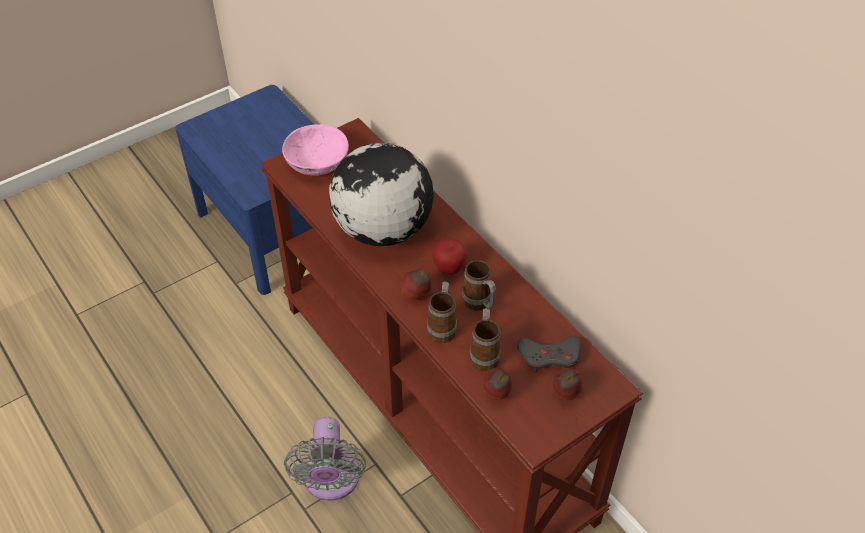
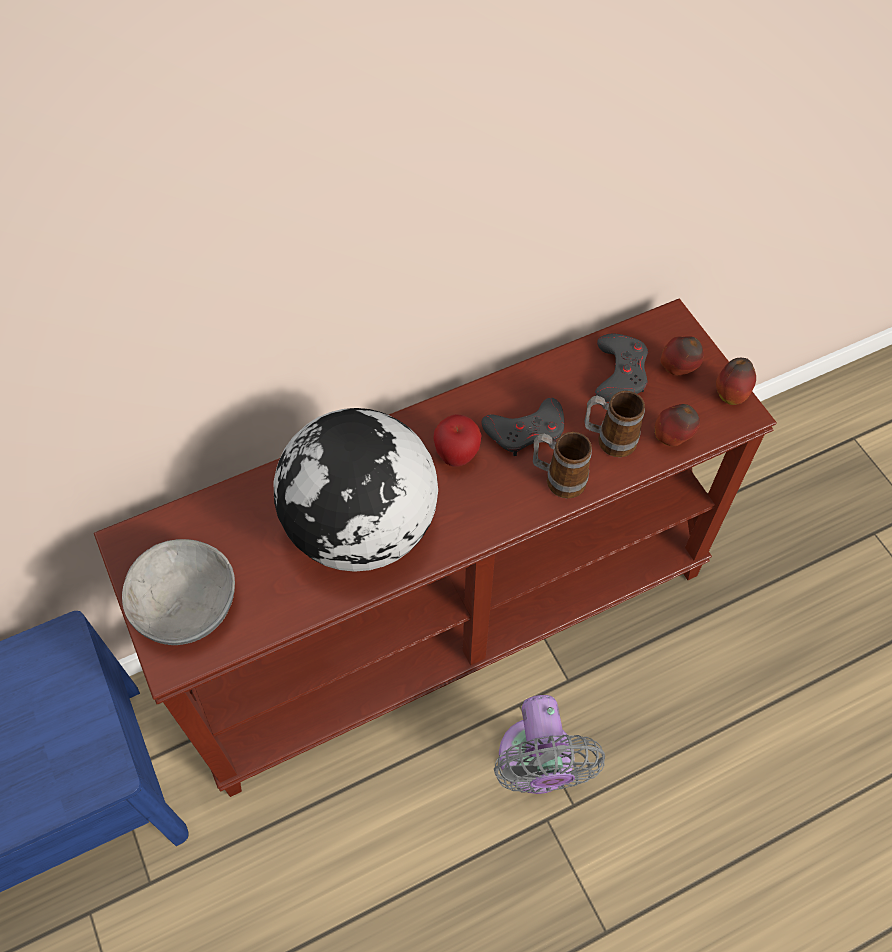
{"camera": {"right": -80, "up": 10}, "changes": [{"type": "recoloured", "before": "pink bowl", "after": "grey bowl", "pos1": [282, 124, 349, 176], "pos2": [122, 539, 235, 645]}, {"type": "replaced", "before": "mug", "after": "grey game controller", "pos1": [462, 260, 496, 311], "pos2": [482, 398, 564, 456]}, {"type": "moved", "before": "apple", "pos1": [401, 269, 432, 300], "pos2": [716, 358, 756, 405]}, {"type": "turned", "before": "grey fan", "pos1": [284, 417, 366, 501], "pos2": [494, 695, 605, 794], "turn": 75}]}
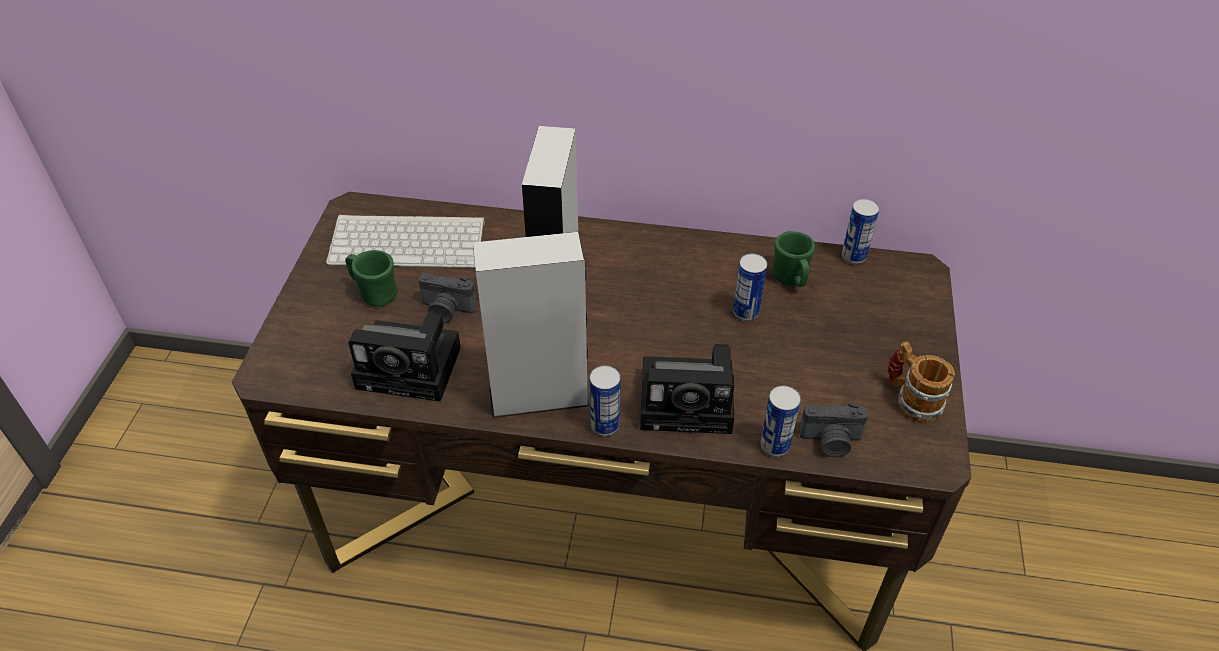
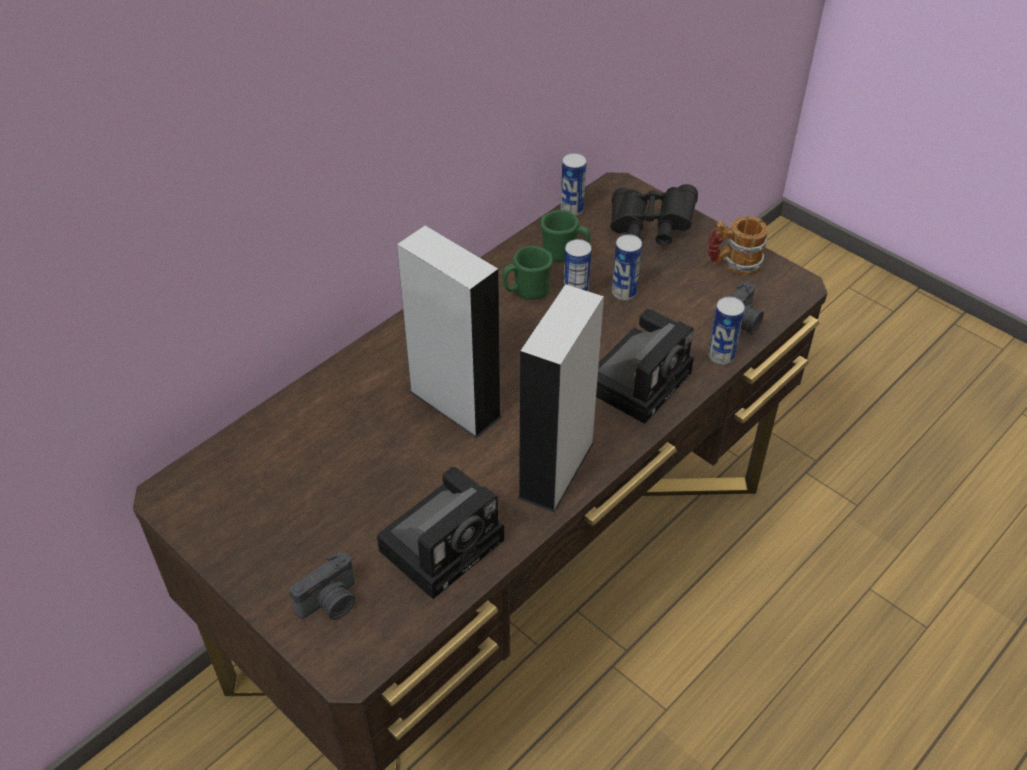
{"camera": {"right": -55, "up": 0}, "changes": [{"type": "removed", "before": "keyboard", "pos1": [326, 215, 485, 268]}, {"type": "moved", "before": "green mug", "pos1": [345, 250, 398, 307], "pos2": [502, 246, 553, 300]}, {"type": "moved", "before": "photo camera", "pos1": [419, 273, 477, 323], "pos2": [289, 552, 355, 620]}, {"type": "moved", "before": "can", "pos1": [590, 365, 620, 437], "pos2": [612, 234, 642, 301]}, {"type": "added", "after": "black binoculars", "pos2": [610, 184, 698, 246]}]}
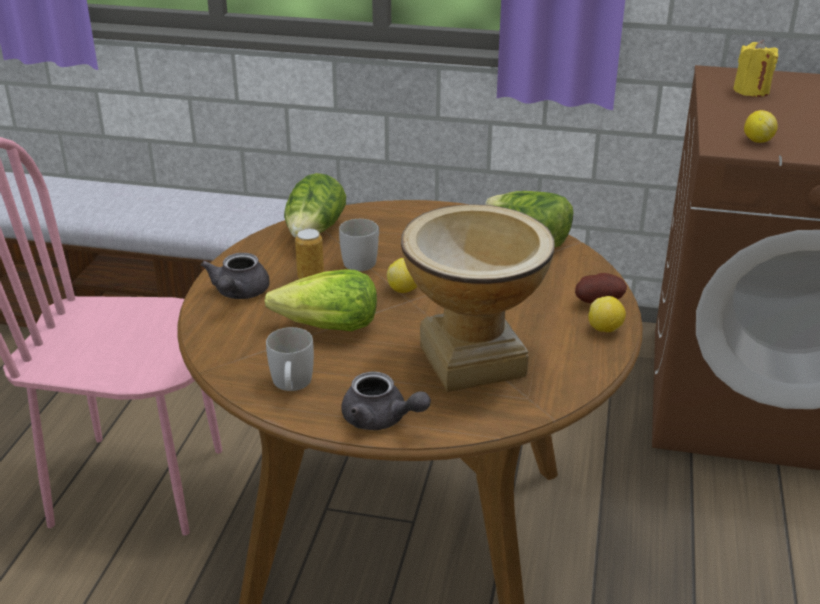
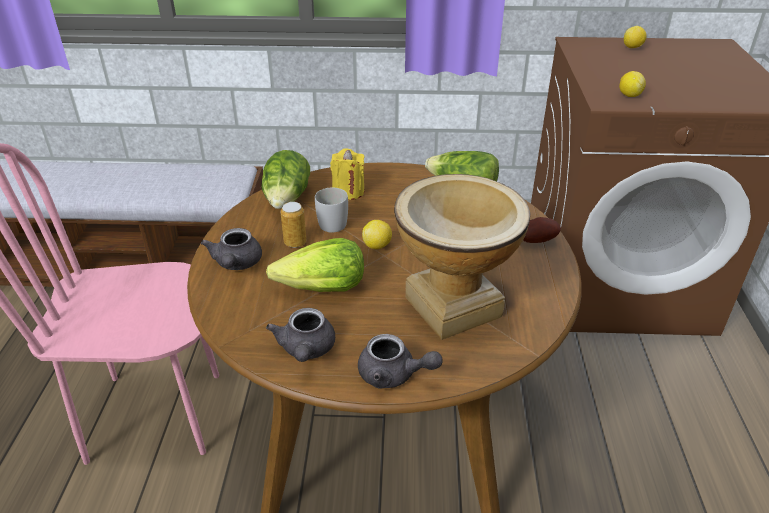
{"camera": {"right": -10, "up": 5}, "changes": [{"type": "moved", "before": "yellow candle", "pos1": [733, 40, 778, 97], "pos2": [330, 148, 364, 200]}, {"type": "moved", "before": "lemon", "pos1": [588, 296, 626, 333], "pos2": [624, 26, 647, 48]}, {"type": "replaced", "before": "white mug", "after": "grey teapot", "pos1": [266, 327, 314, 391], "pos2": [266, 308, 335, 362]}]}
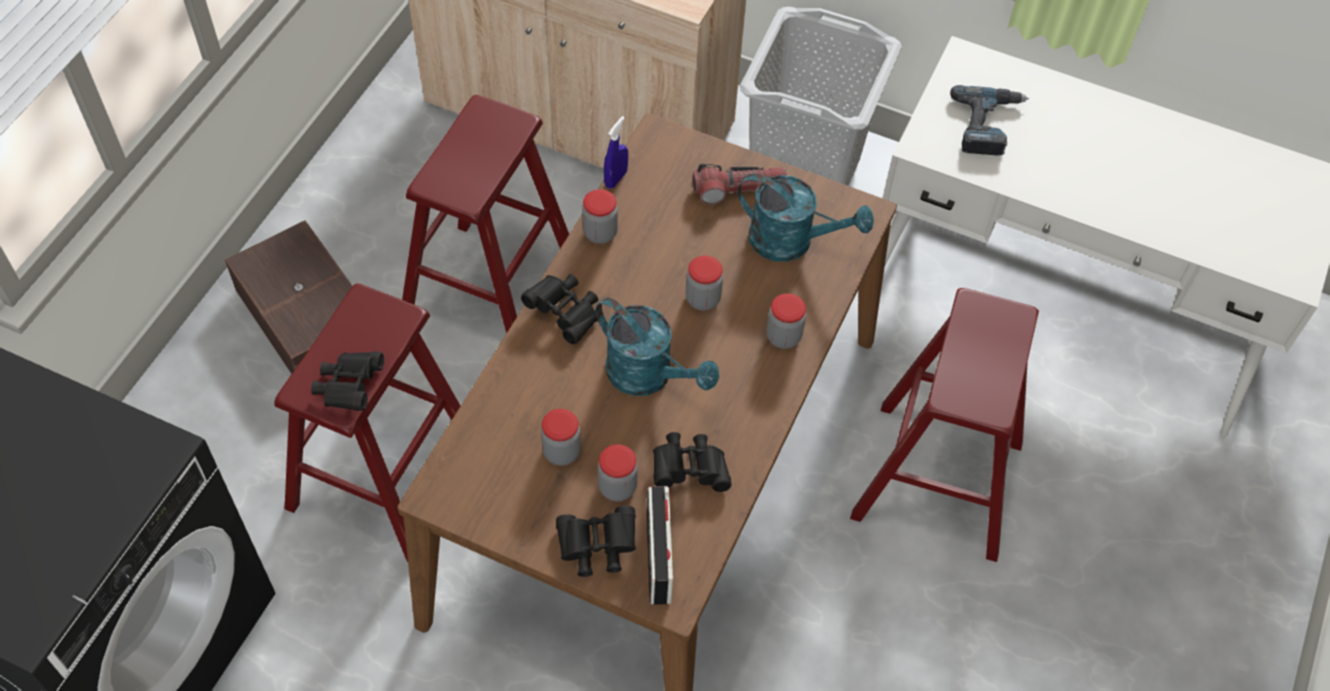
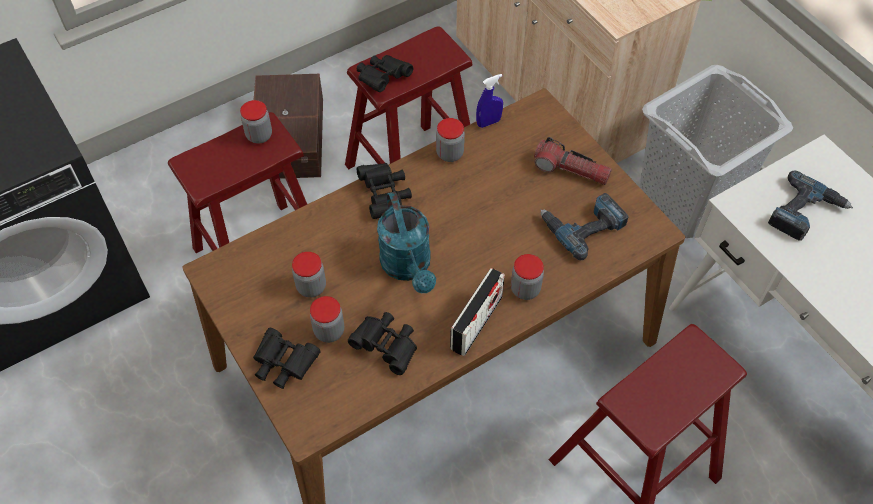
{"camera": {"right": 35, "up": 0}, "changes": [{"type": "replaced", "before": "turquoise watering can", "after": "power drill", "pos1": [737, 174, 874, 262], "pos2": [540, 193, 629, 260]}, {"type": "moved", "before": "jar", "pos1": [686, 256, 723, 311], "pos2": [240, 100, 272, 144]}, {"type": "moved", "before": "black binoculars", "pos1": [311, 351, 384, 411], "pos2": [357, 55, 413, 92]}, {"type": "moved", "before": "radio", "pos1": [646, 486, 673, 605], "pos2": [450, 268, 505, 356]}]}
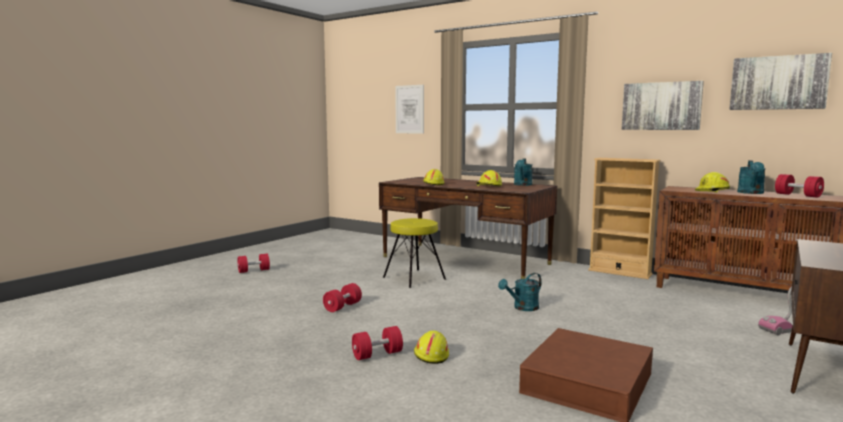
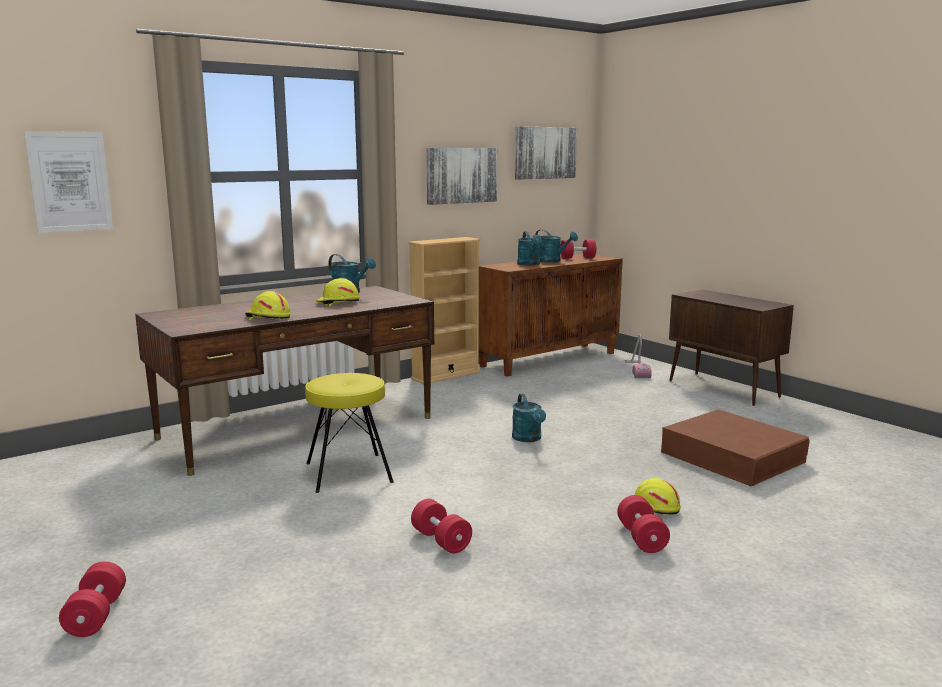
{"camera": {"right": -70, "up": 5}, "changes": [{"type": "replaced", "before": "yellow hard hat", "after": "turquoise watering can", "pos1": [695, 172, 730, 193], "pos2": [517, 231, 542, 266]}]}
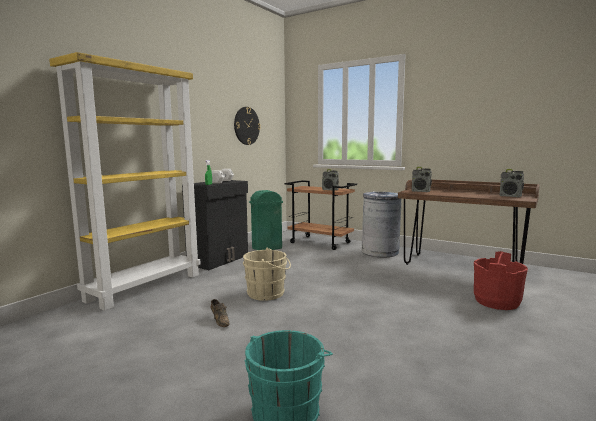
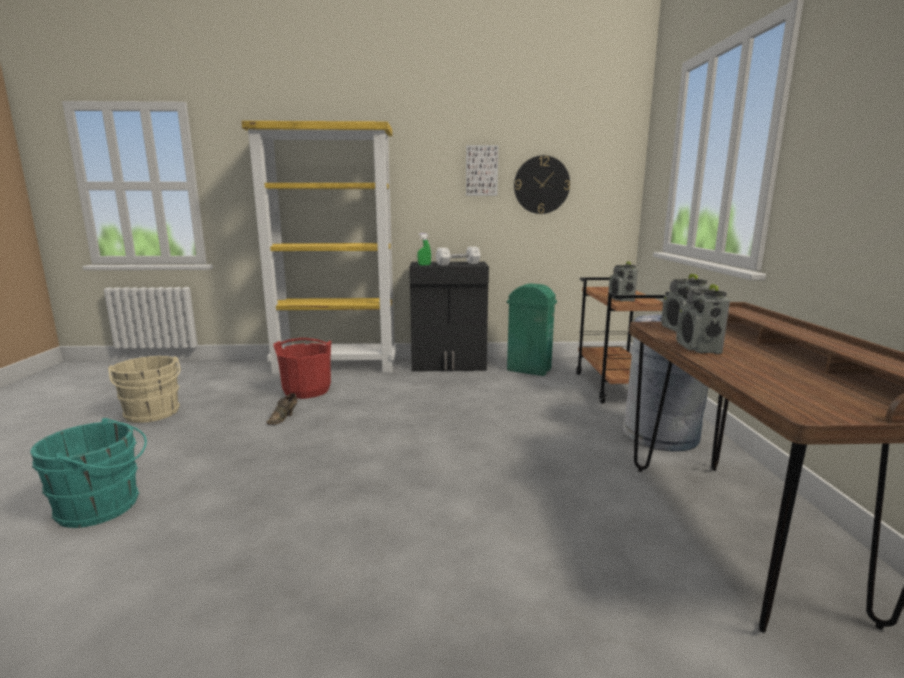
{"camera": {"right": 55, "up": 5}, "changes": [{"type": "moved", "before": "radio", "pos1": [500, 169, 524, 197], "pos2": [676, 284, 730, 354]}, {"type": "moved", "before": "beige bucket", "pos1": [243, 248, 291, 301], "pos2": [108, 356, 181, 423]}, {"type": "moved", "before": "red bucket", "pos1": [474, 251, 528, 310], "pos2": [273, 338, 331, 399]}, {"type": "added", "after": "picture", "pos2": [466, 145, 498, 196]}]}
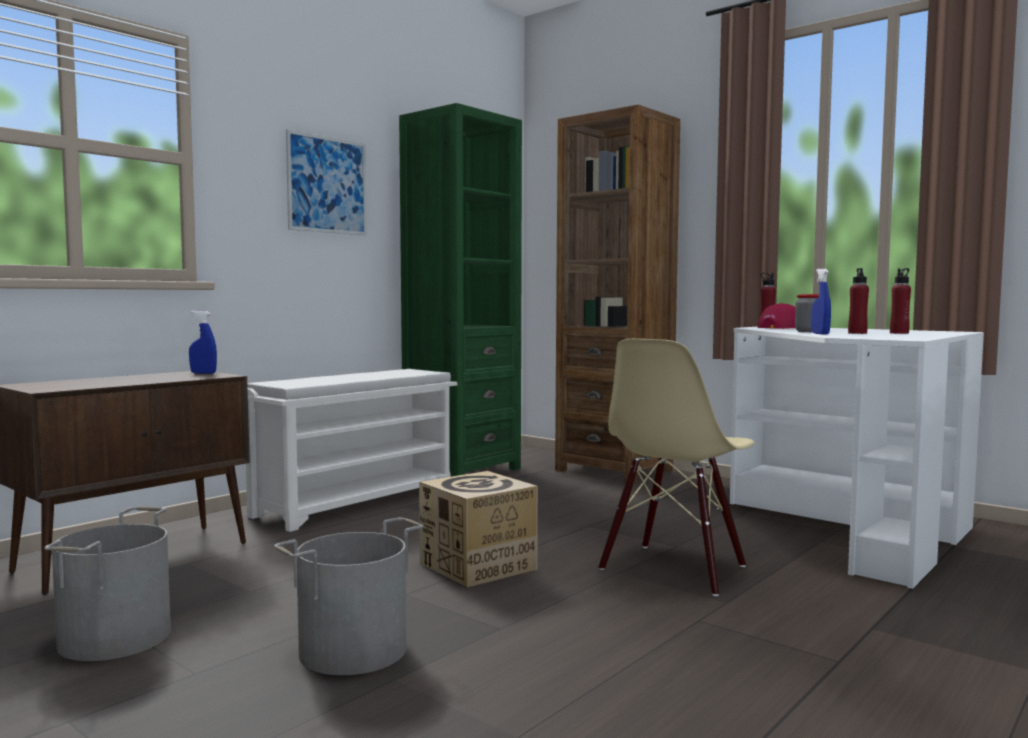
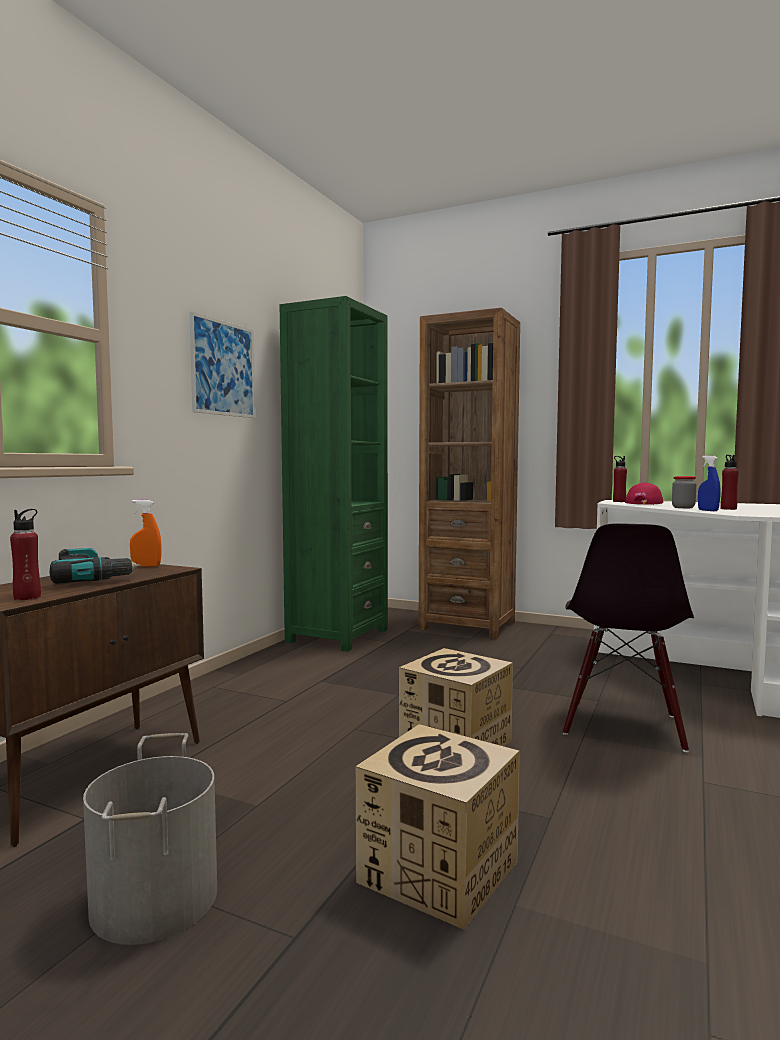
{"camera": {"right": -15, "up": 0}, "changes": [{"type": "moved", "before": "red bottle", "pos1": [890, 268, 911, 334], "pos2": [10, 509, 41, 600]}, {"type": "recoloured", "before": "blue spray bottle", "after": "orange spray bottle", "pos1": [189, 310, 217, 374], "pos2": [130, 500, 161, 567]}, {"type": "recoloured", "before": "beige chair", "after": "black chair", "pos1": [599, 339, 755, 596], "pos2": [563, 523, 694, 752]}, {"type": "removed", "before": "white shoe rack", "pos1": [246, 369, 457, 532]}, {"type": "replaced", "before": "grey bucket", "after": "cardboard box", "pos1": [274, 517, 424, 675], "pos2": [356, 724, 520, 930]}, {"type": "added", "after": "power drill", "pos2": [49, 548, 141, 584]}]}
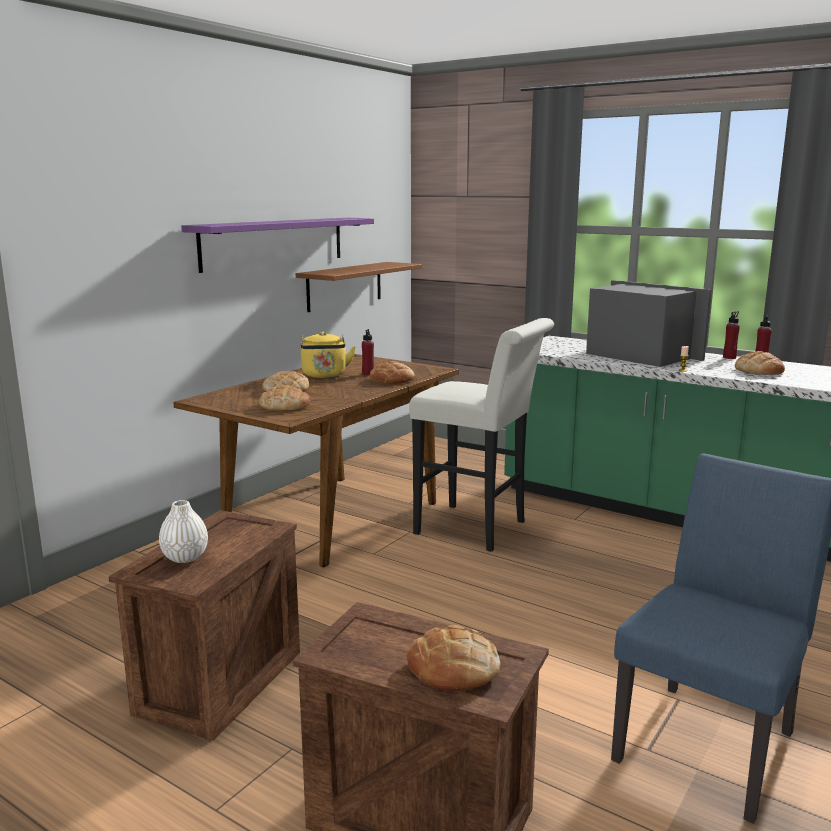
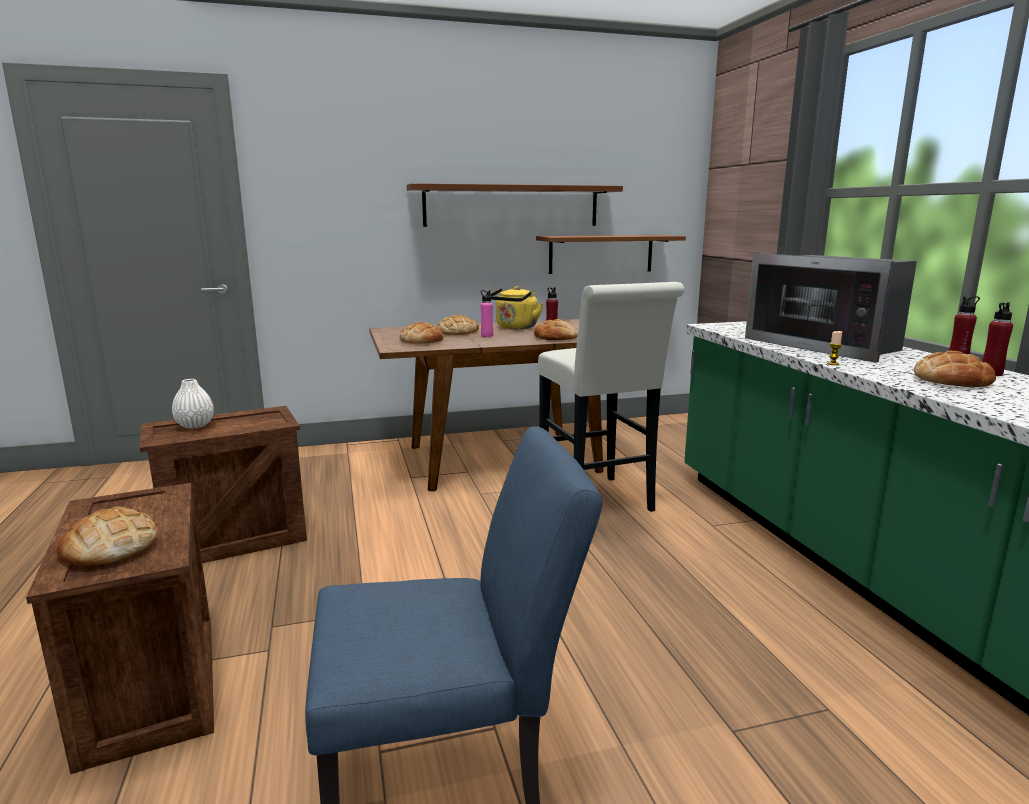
{"camera": {"right": 40, "up": 0}, "changes": [{"type": "recoloured", "before": "purple shelf", "after": "brown shelf", "pos1": [181, 218, 374, 273], "pos2": [407, 183, 623, 227]}, {"type": "turned", "before": "microwave", "pos1": [586, 280, 712, 367], "pos2": [745, 253, 917, 363], "turn": 150}, {"type": "added", "after": "pink bottle", "pos2": [481, 290, 493, 337]}]}
